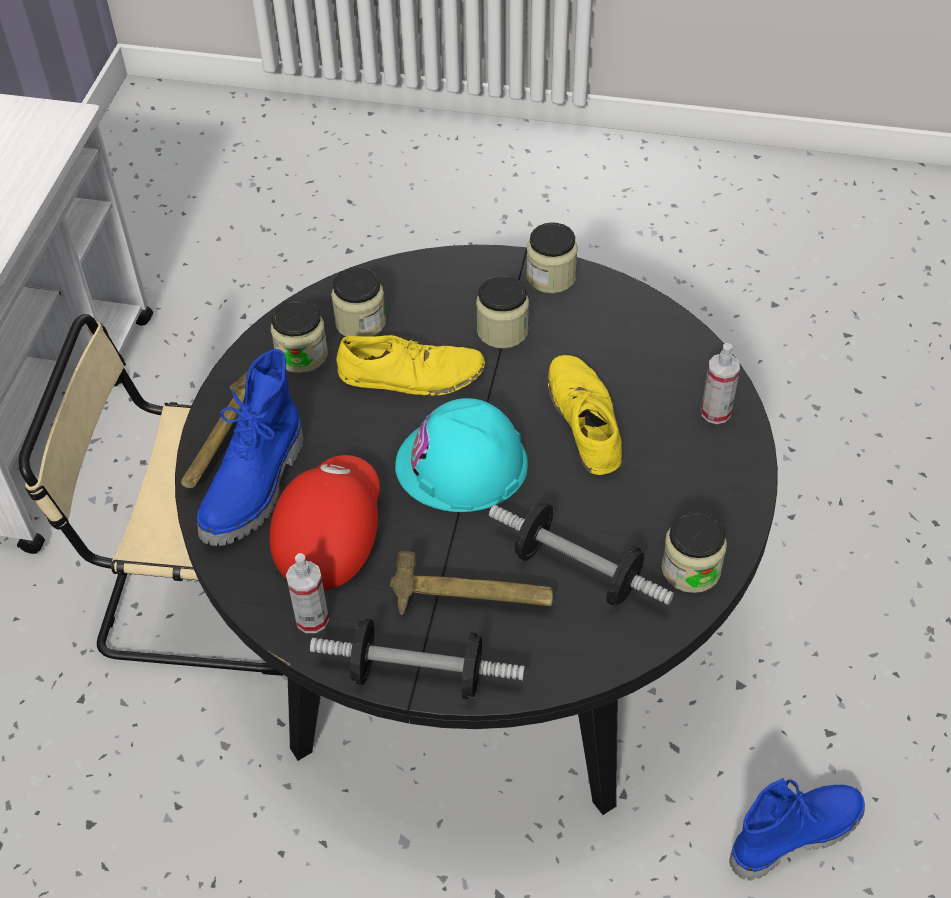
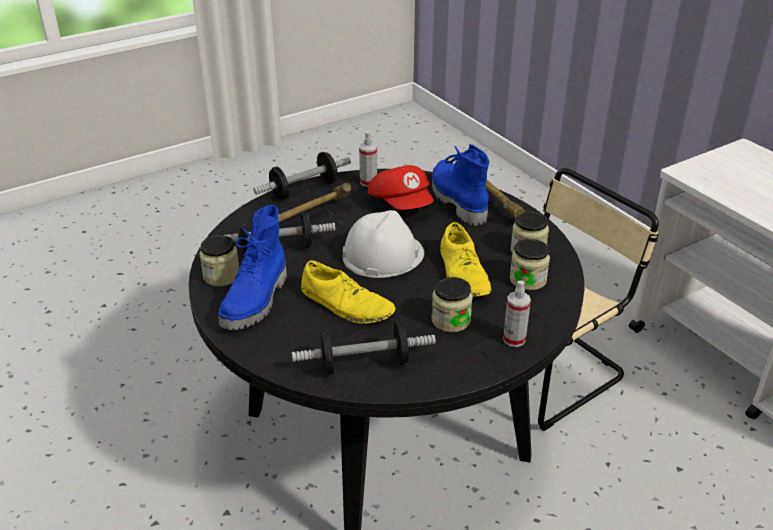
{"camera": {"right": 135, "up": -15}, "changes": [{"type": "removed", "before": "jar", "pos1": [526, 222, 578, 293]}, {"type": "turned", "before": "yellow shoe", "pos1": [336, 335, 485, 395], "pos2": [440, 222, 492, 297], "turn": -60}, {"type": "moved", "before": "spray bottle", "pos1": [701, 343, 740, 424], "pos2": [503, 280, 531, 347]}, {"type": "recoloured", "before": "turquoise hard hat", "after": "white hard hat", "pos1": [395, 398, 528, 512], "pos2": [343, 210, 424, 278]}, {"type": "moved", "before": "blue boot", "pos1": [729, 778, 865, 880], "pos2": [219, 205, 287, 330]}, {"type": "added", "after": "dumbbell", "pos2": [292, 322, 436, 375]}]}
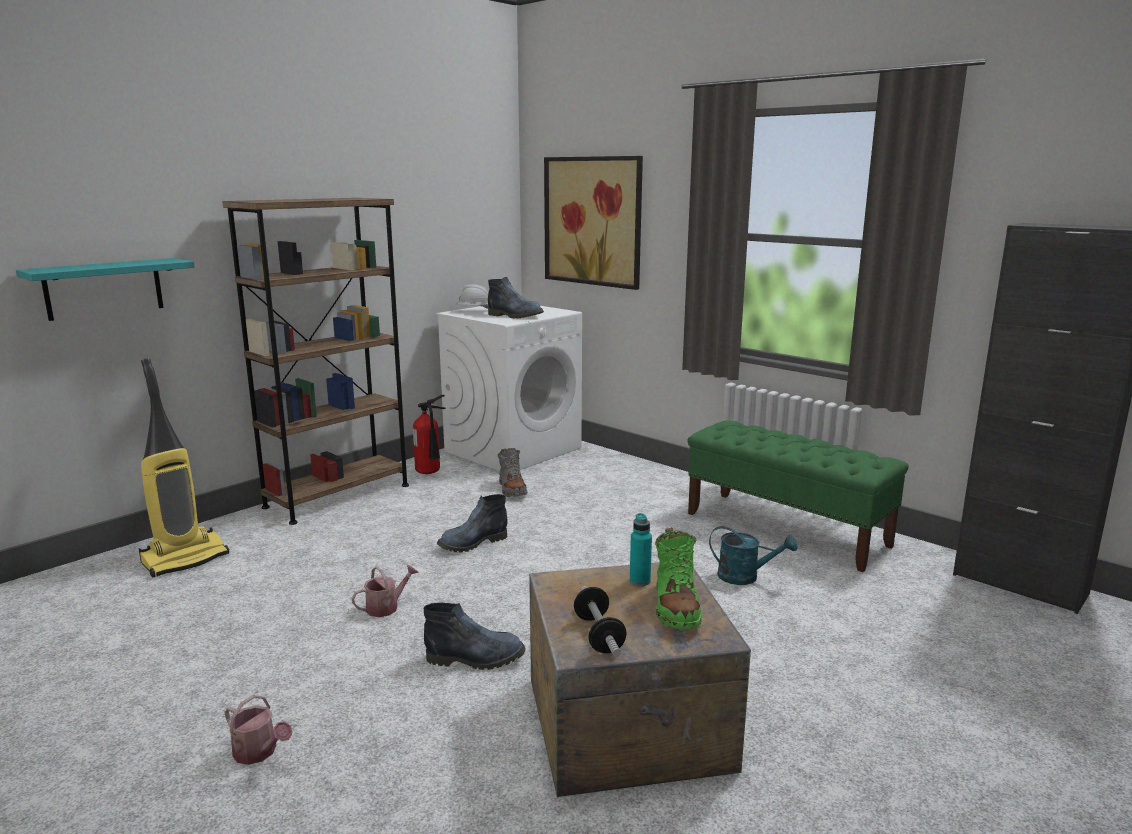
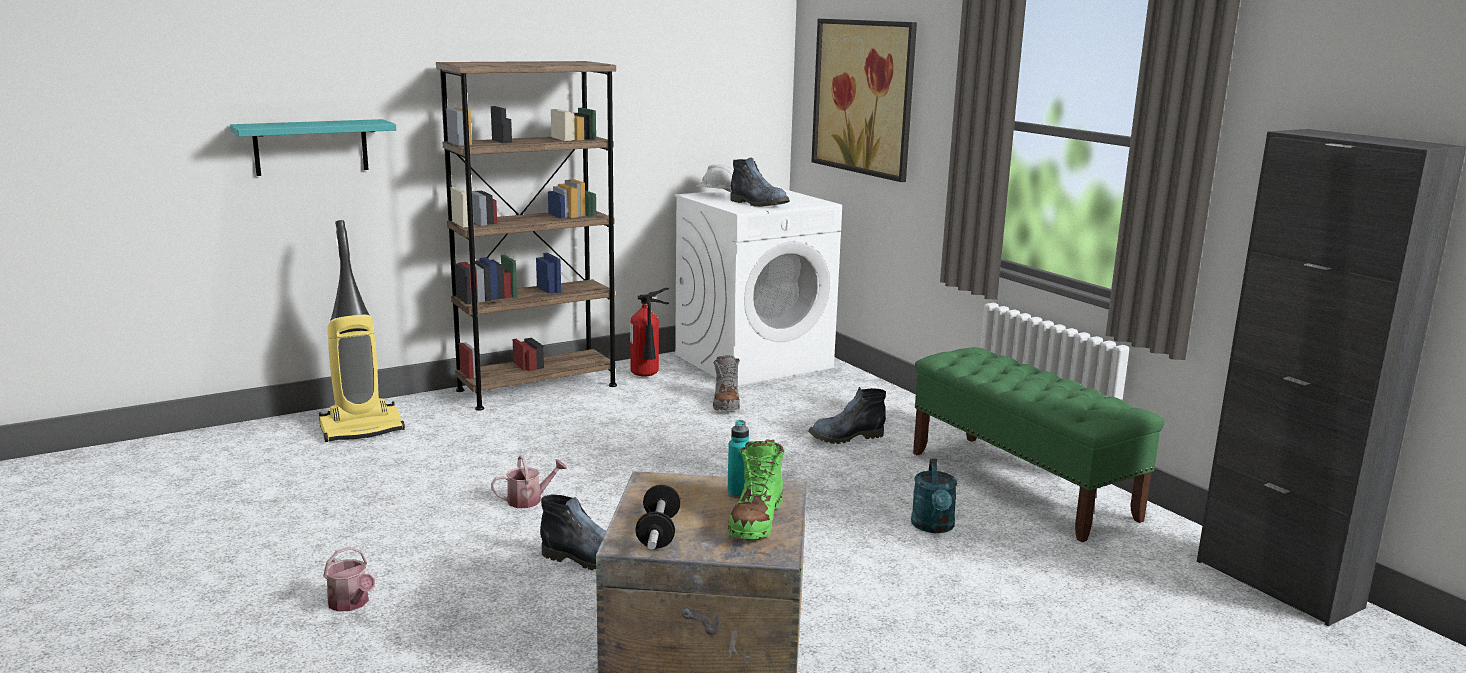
{"camera": {"right": 15, "up": 0}, "changes": [{"type": "moved", "before": "boot", "pos1": [437, 494, 508, 553], "pos2": [808, 387, 886, 444]}, {"type": "turned", "before": "turquoise watering can", "pos1": [709, 526, 797, 585], "pos2": [911, 458, 957, 533], "turn": 60}]}
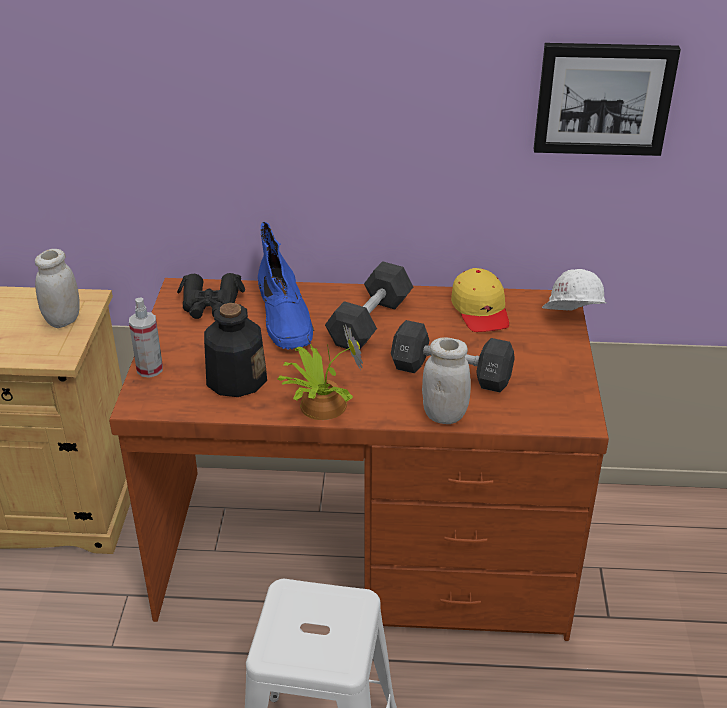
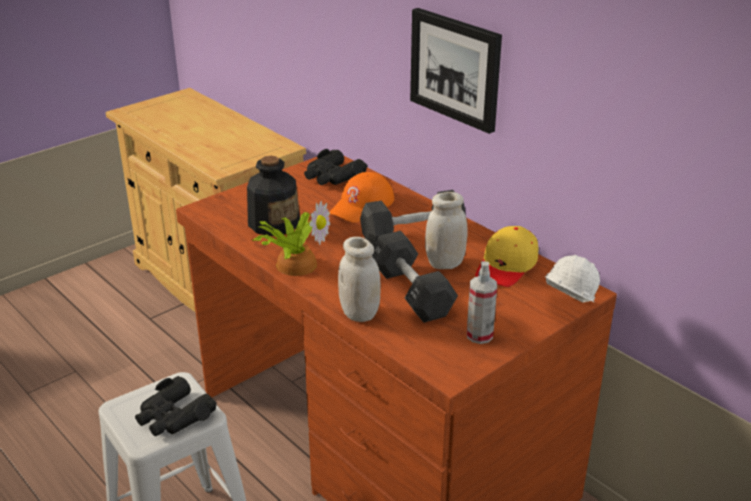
{"camera": {"right": 45, "up": -5}, "changes": [{"type": "moved", "before": "picture", "pos1": [534, 43, 681, 156], "pos2": [410, 8, 502, 134]}, {"type": "replaced", "before": "blue boot", "after": "orange cap", "pos1": [258, 222, 314, 350], "pos2": [330, 172, 394, 223]}, {"type": "moved", "before": "white jar", "pos1": [35, 249, 80, 328], "pos2": [425, 192, 468, 269]}, {"type": "moved", "before": "spray bottle", "pos1": [129, 297, 163, 378], "pos2": [467, 261, 497, 344]}, {"type": "added", "after": "black binoculars", "pos2": [135, 376, 217, 436]}]}
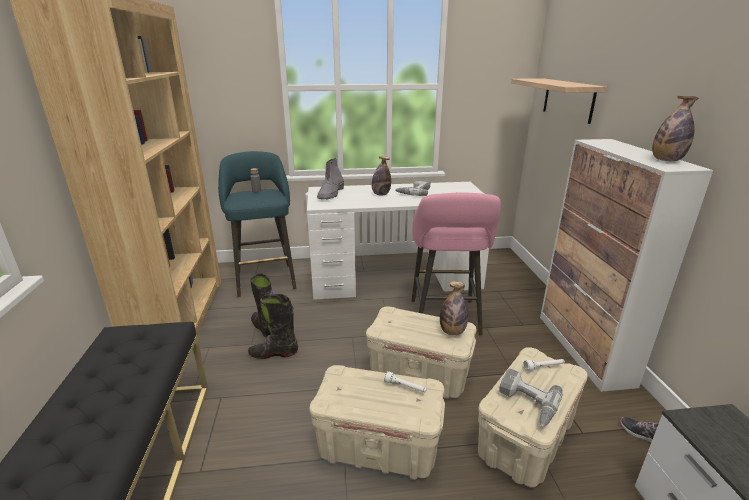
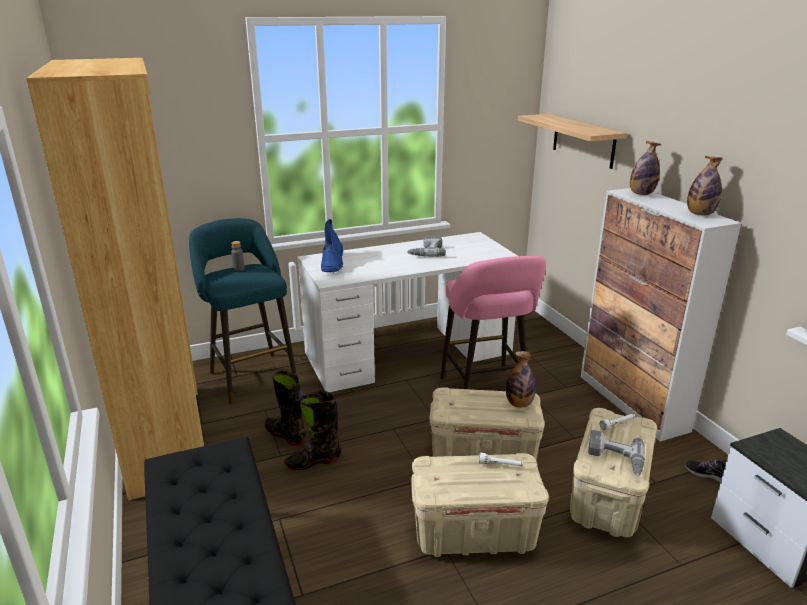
{"camera": {"right": -15, "up": 0}, "changes": [{"type": "moved", "before": "bottle", "pos1": [372, 156, 391, 196], "pos2": [630, 141, 661, 195]}, {"type": "recoloured", "before": "grey boot", "after": "blue boot", "pos1": [317, 158, 344, 199], "pos2": [321, 219, 343, 272]}]}
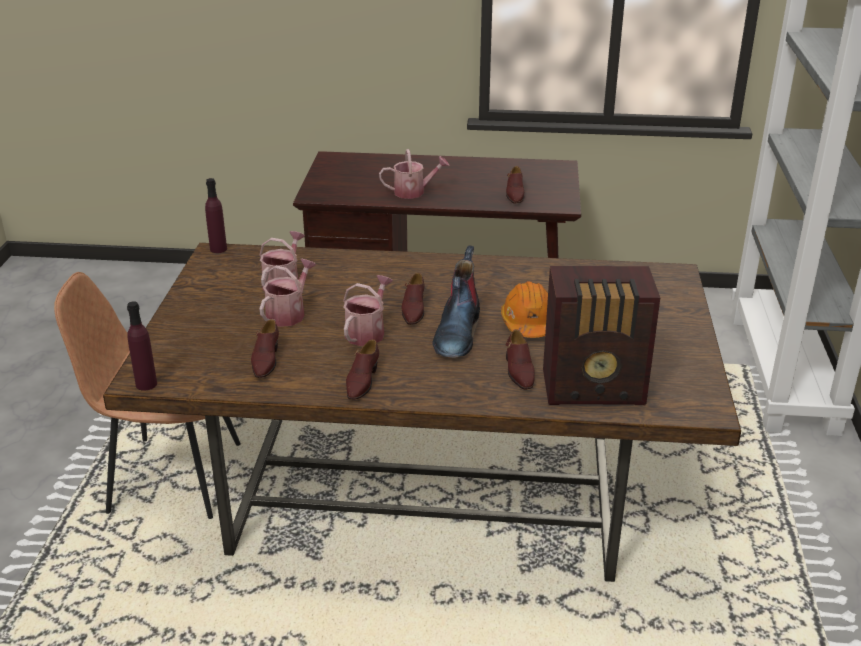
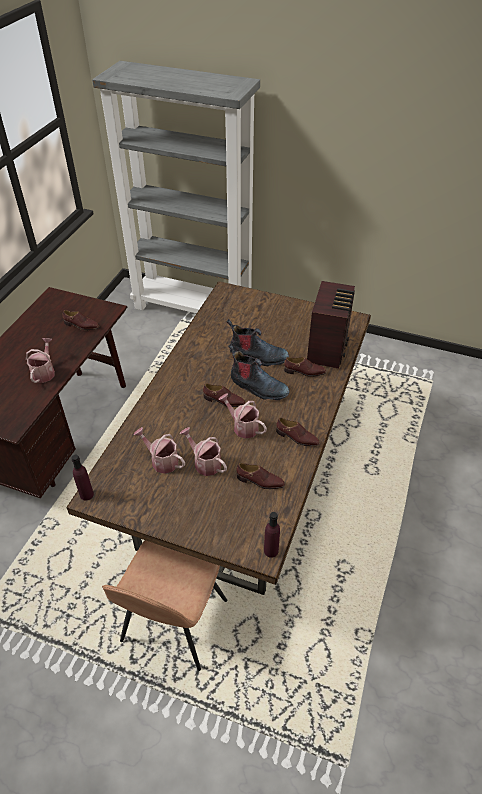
{"camera": {"right": -75, "up": 15}, "changes": [{"type": "replaced", "before": "orange hard hat", "after": "boot", "pos1": [501, 281, 548, 338], "pos2": [227, 319, 289, 366]}]}
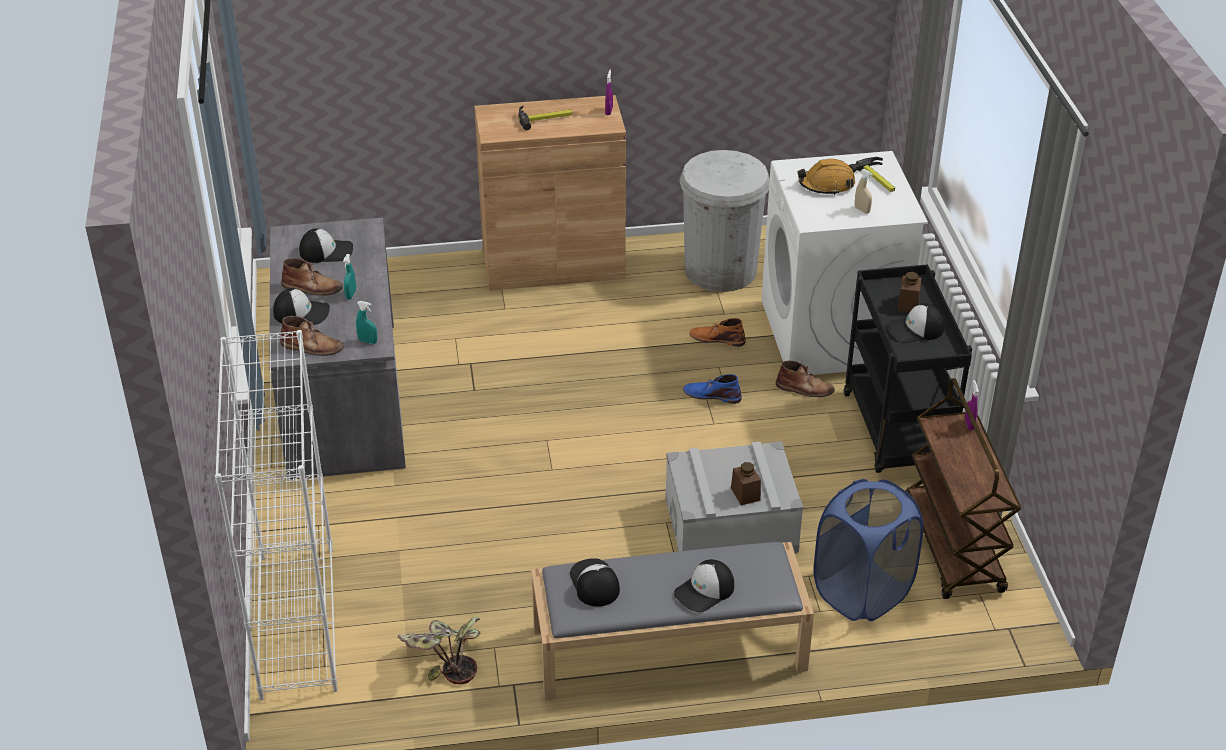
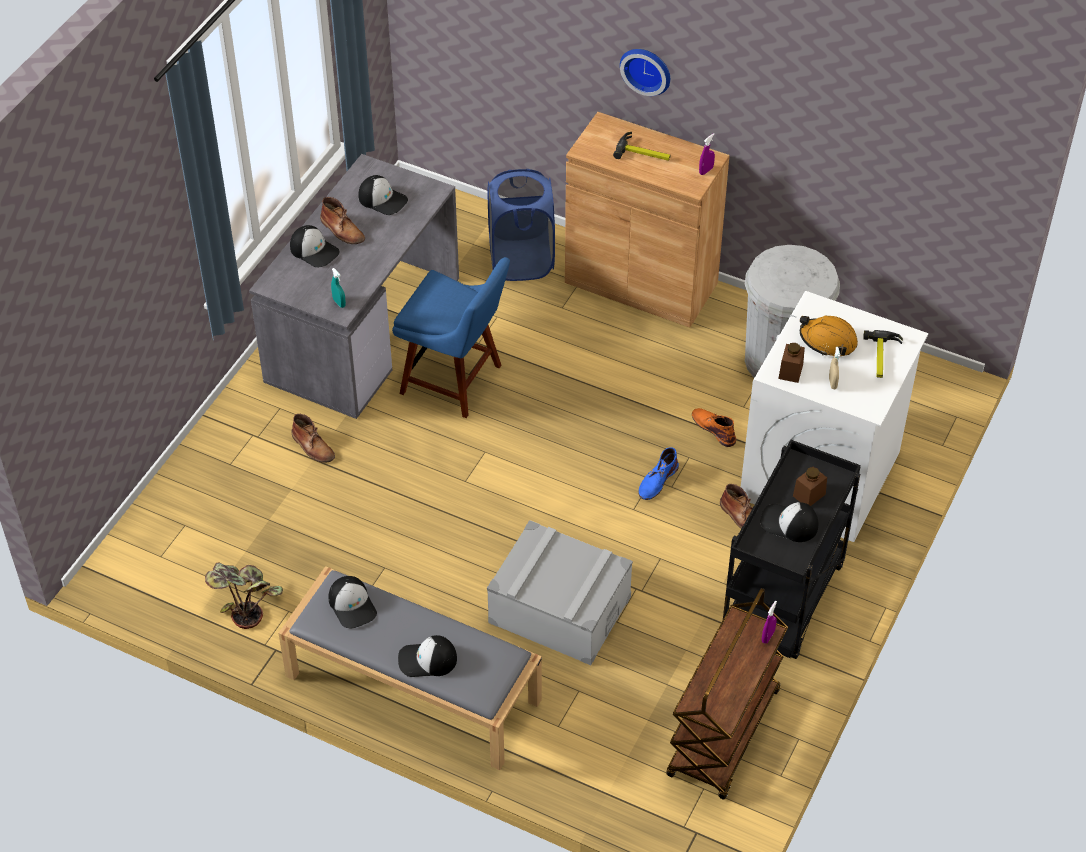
{"camera": {"right": 35, "up": 10}, "changes": [{"type": "removed", "before": "turquoise spray bottle", "pos1": [343, 254, 356, 300]}, {"type": "moved", "before": "brown boot", "pos1": [280, 316, 344, 356], "pos2": [291, 414, 335, 463]}, {"type": "removed", "before": "white bookcase", "pos1": [215, 330, 338, 700]}, {"type": "turned", "before": "blue boot", "pos1": [683, 374, 742, 404], "pos2": [638, 447, 679, 500], "turn": -105}, {"type": "moved", "before": "brown jar", "pos1": [731, 462, 761, 505], "pos2": [778, 343, 805, 383]}, {"type": "moved", "before": "blue laundry basket", "pos1": [814, 479, 923, 621], "pos2": [488, 169, 555, 281]}, {"type": "turned", "before": "cap", "pos1": [570, 558, 620, 607], "pos2": [329, 576, 377, 628], "turn": 135}, {"type": "added", "after": "wall clock", "pos2": [620, 49, 670, 96]}, {"type": "added", "after": "blue chair", "pos2": [392, 257, 510, 418]}]}
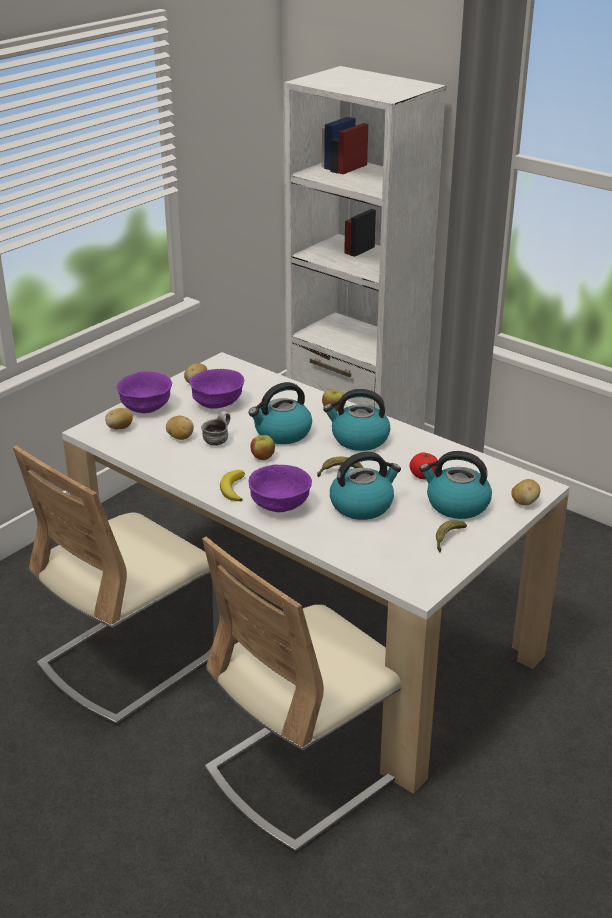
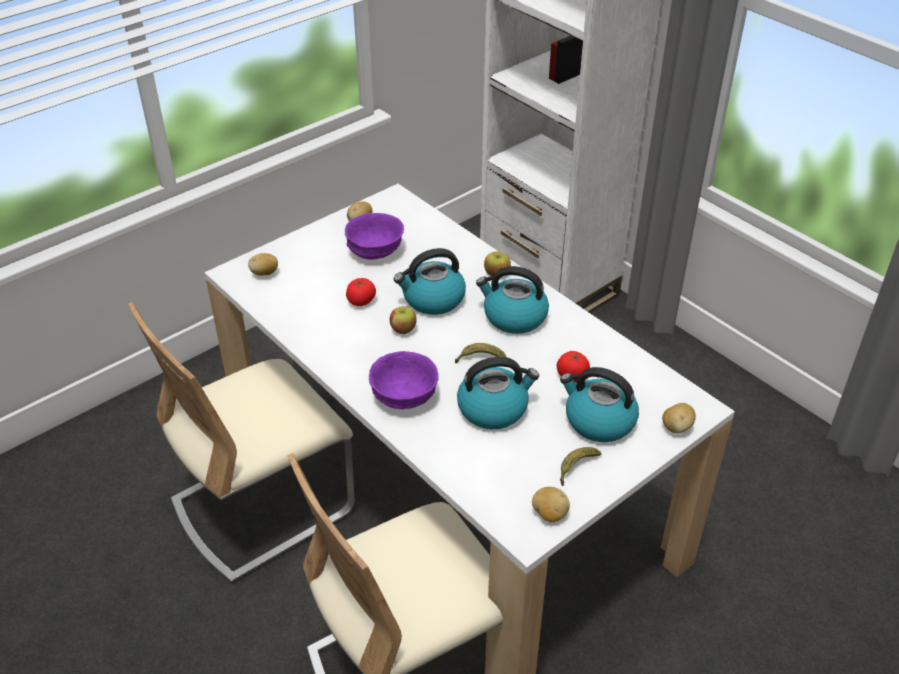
{"camera": {"right": 10, "up": 10}, "changes": [{"type": "removed", "before": "purple bowl", "pos1": [117, 372, 172, 413]}, {"type": "replaced", "before": "mug", "after": "tomato", "pos1": [201, 411, 230, 446], "pos2": [346, 278, 376, 306]}, {"type": "moved", "before": "potato", "pos1": [166, 416, 194, 440], "pos2": [532, 487, 570, 522]}, {"type": "removed", "before": "banana", "pos1": [220, 470, 245, 501]}]}
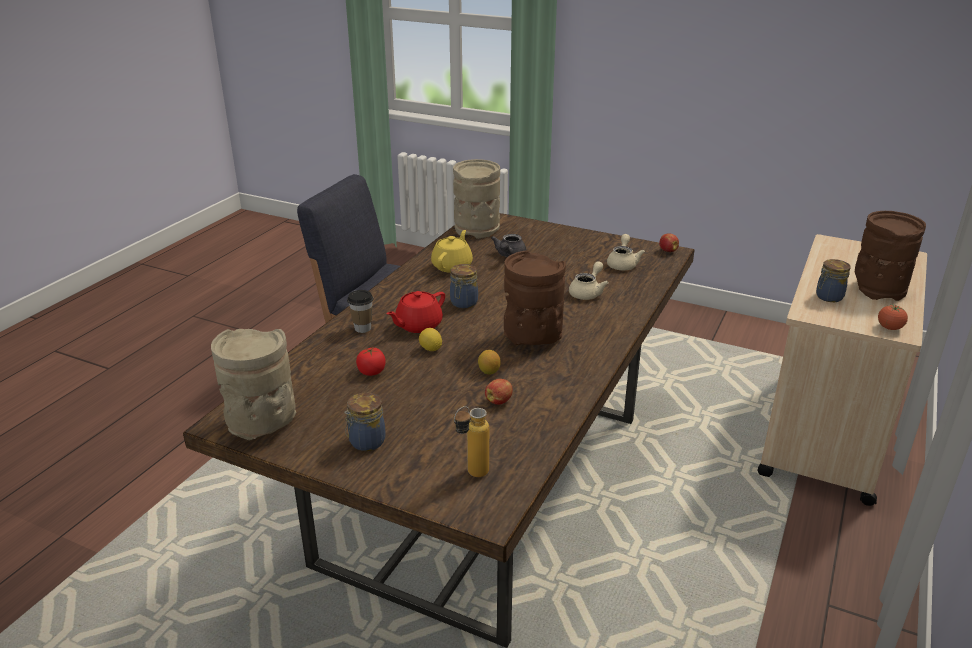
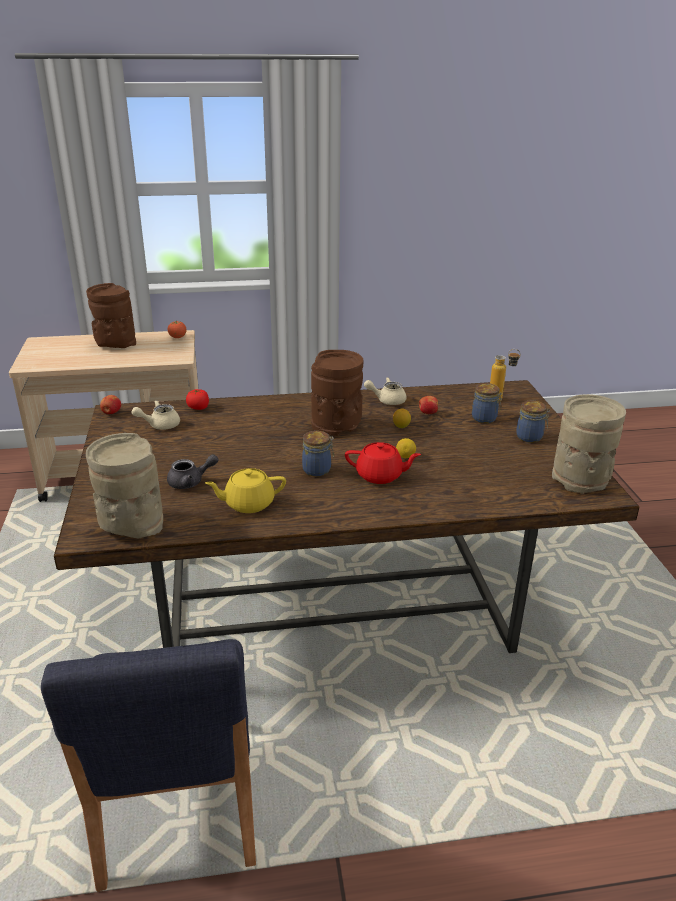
{"camera": {"right": -125, "up": 0}, "changes": [{"type": "moved", "before": "jar", "pos1": [816, 259, 850, 302], "pos2": [472, 383, 502, 423]}, {"type": "moved", "before": "beige teapot", "pos1": [569, 261, 609, 300], "pos2": [364, 377, 407, 405]}, {"type": "removed", "before": "cup", "pos1": [347, 290, 373, 333]}, {"type": "moved", "before": "tomato", "pos1": [356, 348, 386, 376], "pos2": [186, 389, 209, 410]}]}
